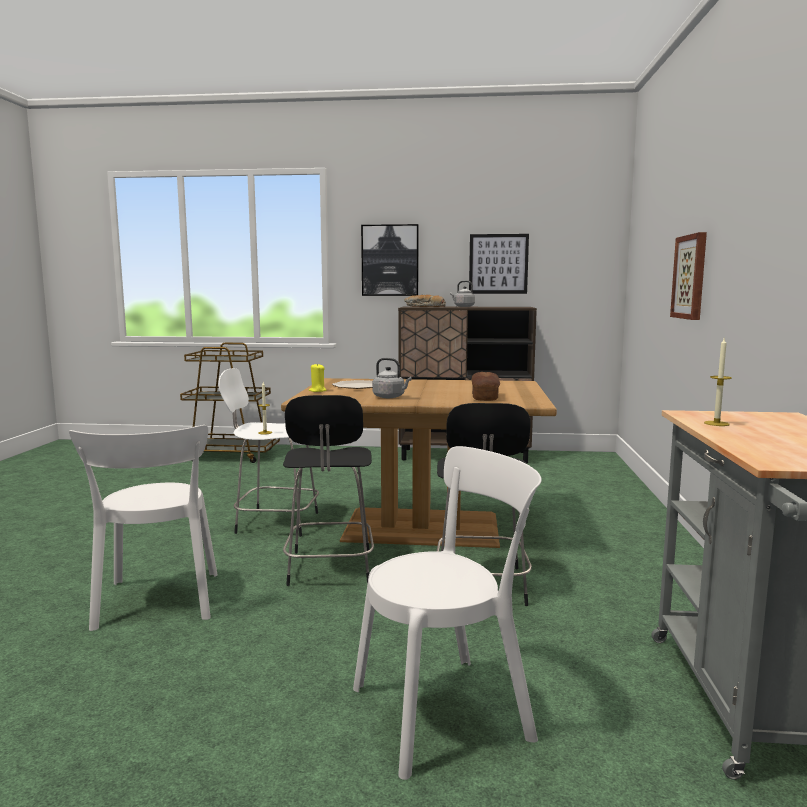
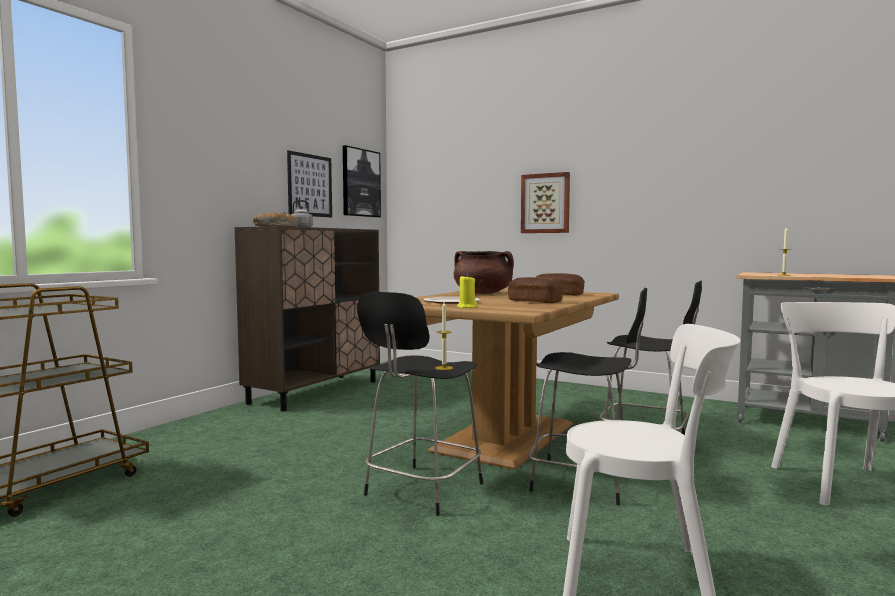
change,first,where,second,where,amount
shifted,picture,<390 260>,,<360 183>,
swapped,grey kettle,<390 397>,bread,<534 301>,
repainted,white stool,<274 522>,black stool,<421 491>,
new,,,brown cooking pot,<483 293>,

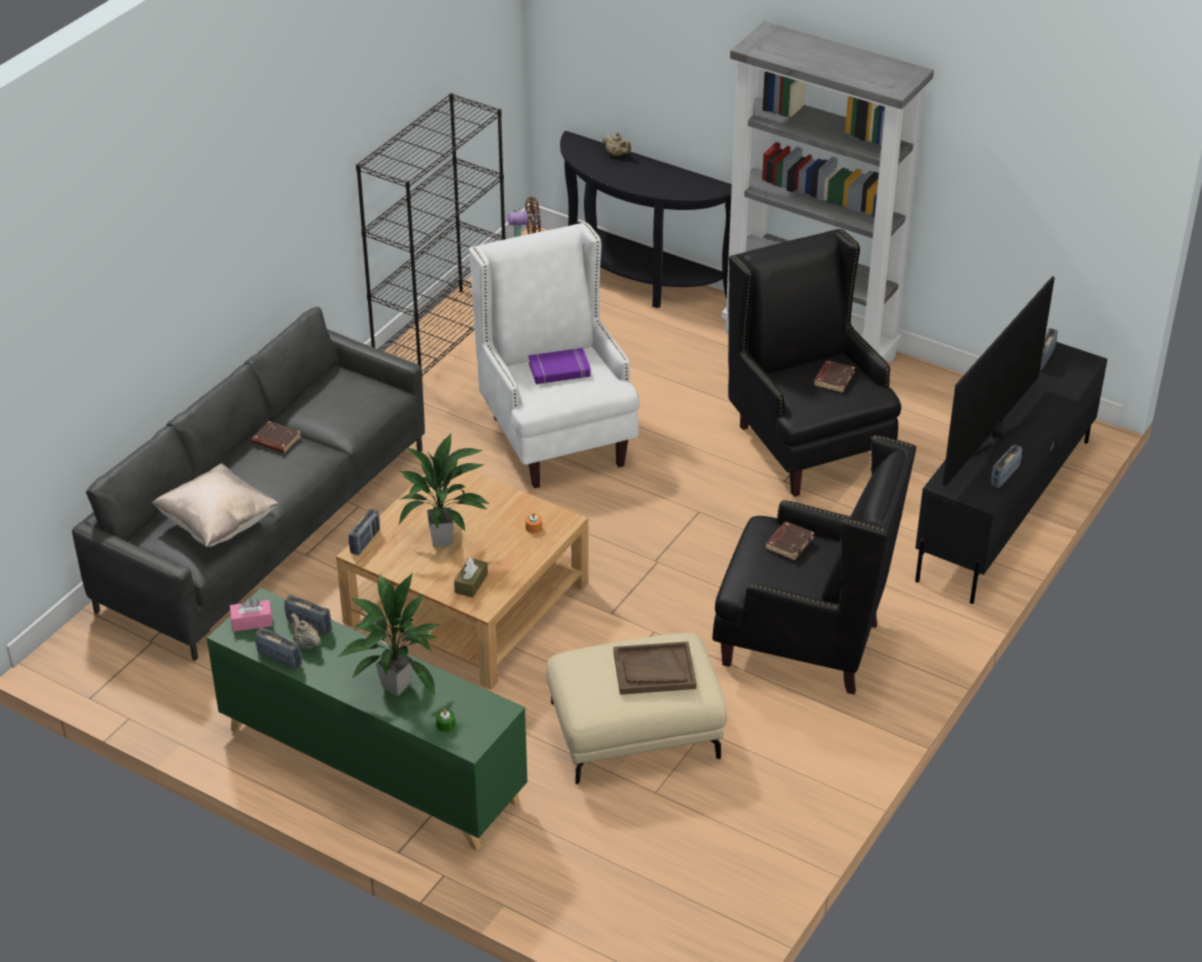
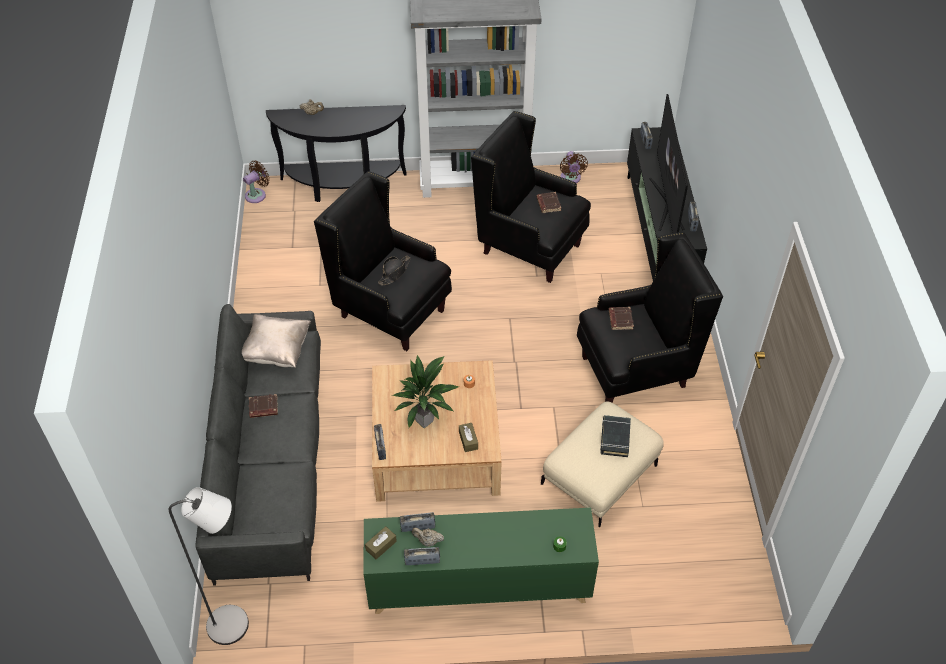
change,first,where,second,where,amount
gone,black bookcase,<441 335>,,,
repainted,white armchair,<556 440>,black armchair,<391 313>,
swapped,purple book,<559 370>,black hat,<394 272>,
shifted,beige pillow,<217 524>,,<276 351>,
gone,potted plant,<395 687>,,,
repainted,pink tissue box,<252 621>,brown tissue box,<381 546>,
swapped,brown tray,<654 670>,black book,<615 438>,
new,,,brown fan,<570 179>,
new,,,grey floor lamp,<236 624>,

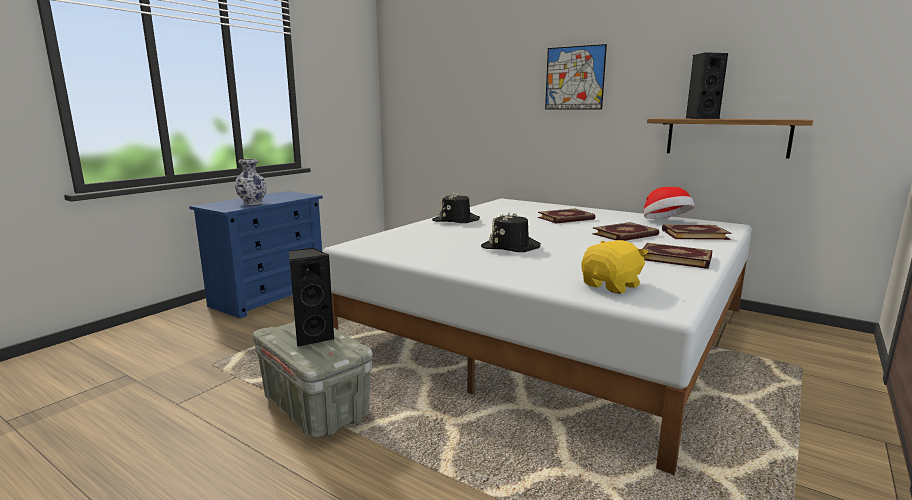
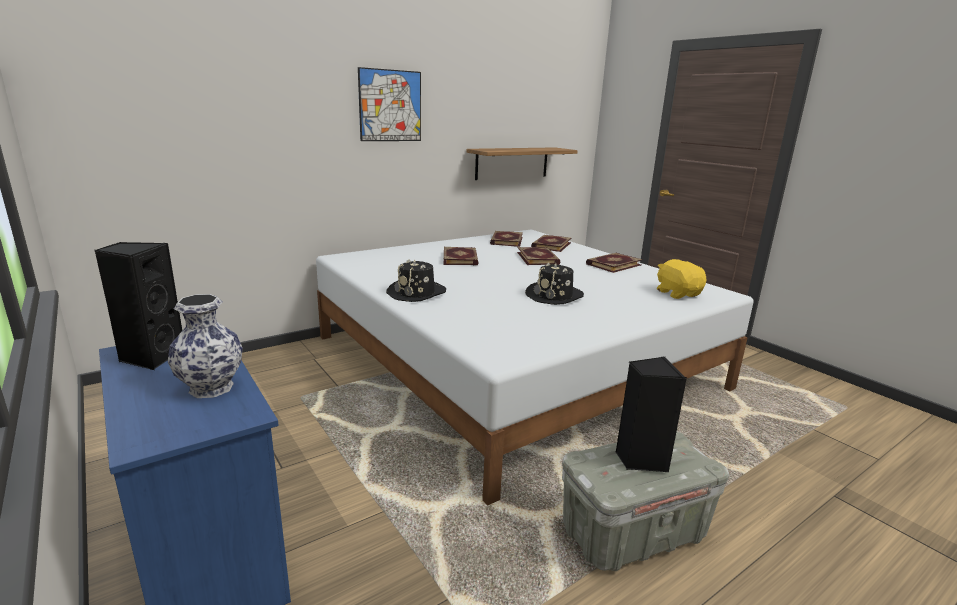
change,first,where,second,where,amount
shifted,black speaker,<701 118>,,<151 357>,
swapped,hat,<665 222>,book,<506 240>,

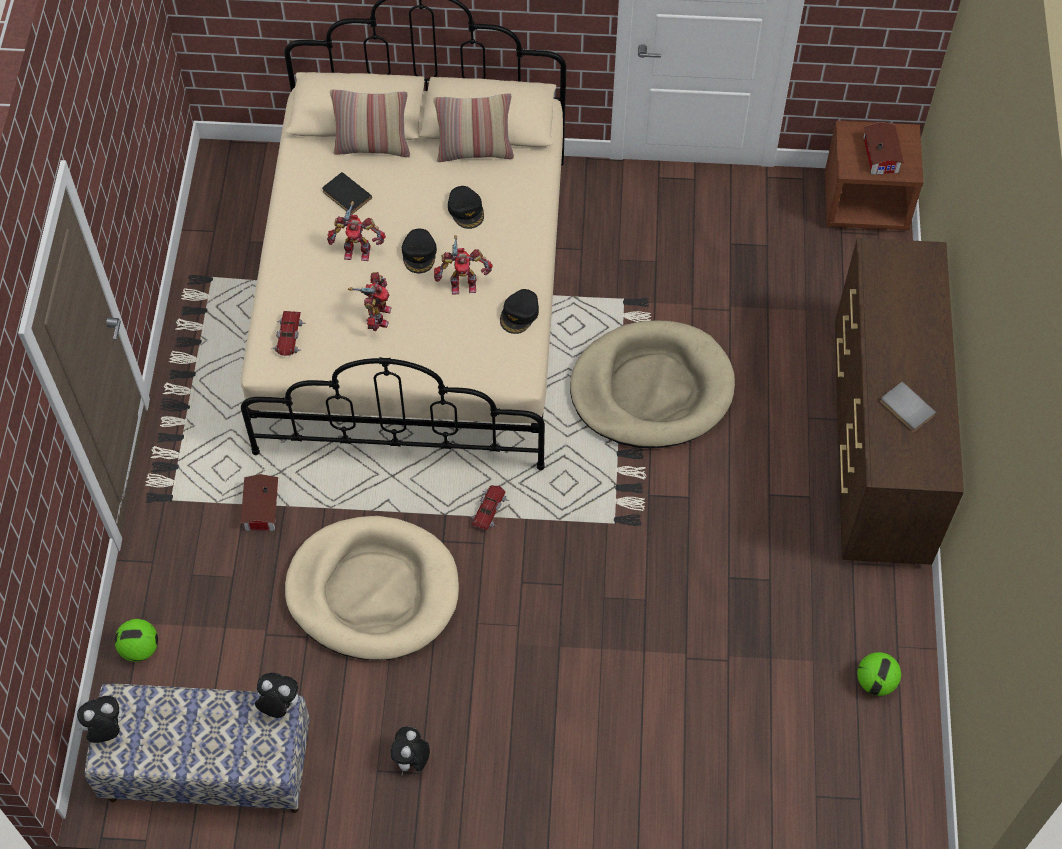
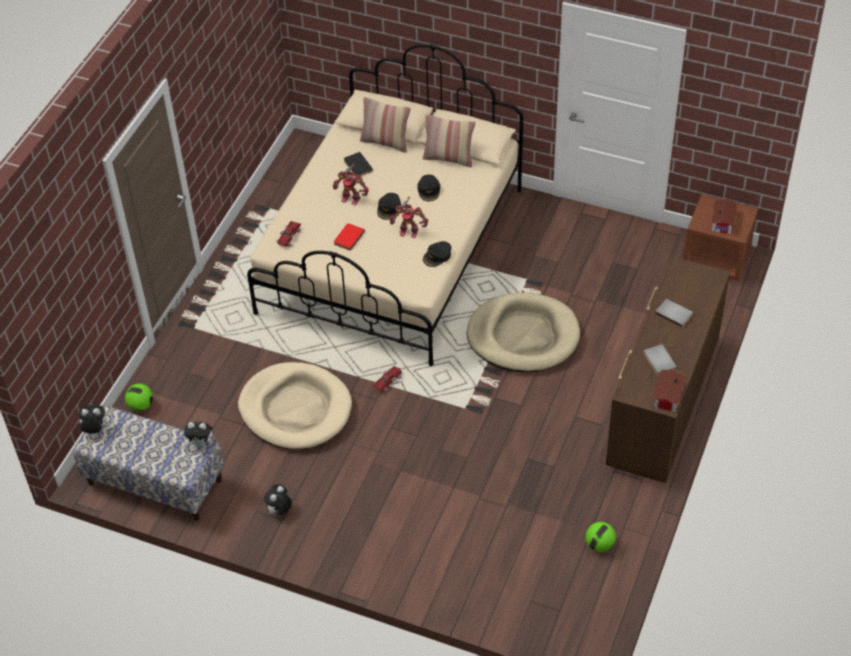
change,first,where,second,where,amount
swapped,toy robot,<377 316>,red book,<348 237>,
shifted,toy house,<260 509>,,<667 396>,
rotated,plush toy,<279 705>,,<202 443>,150 degrees clockwise
new,,,grey book,<674 313>,

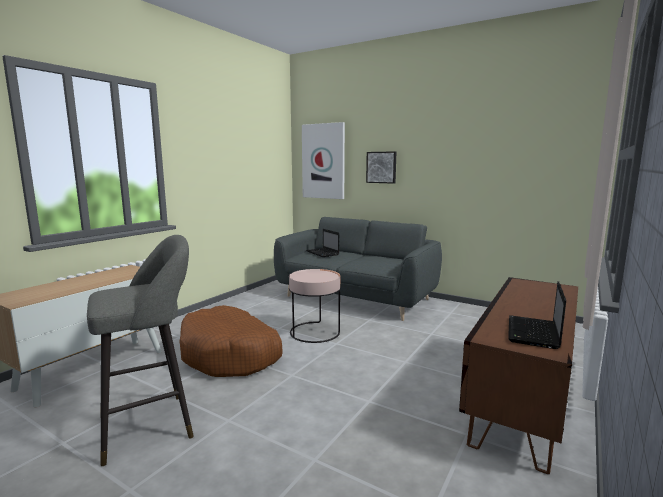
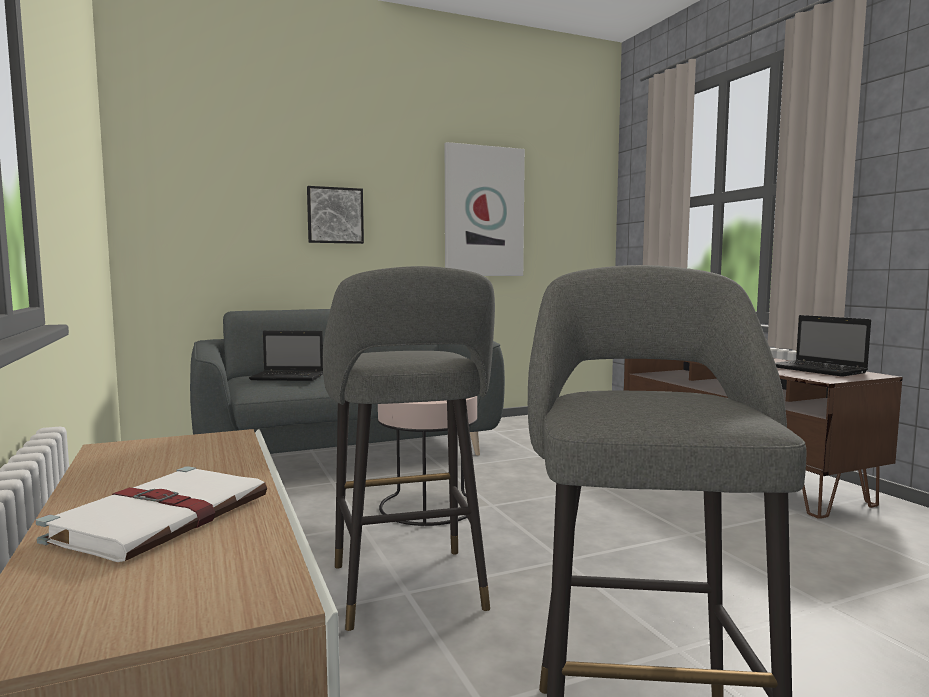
change,first,where,second,where,amount
shifted,picture,<323 161>,,<483 212>,
swapped,brown dog bed,<230 354>,grey stool,<409 592>,
new,,,white book,<164 517>,

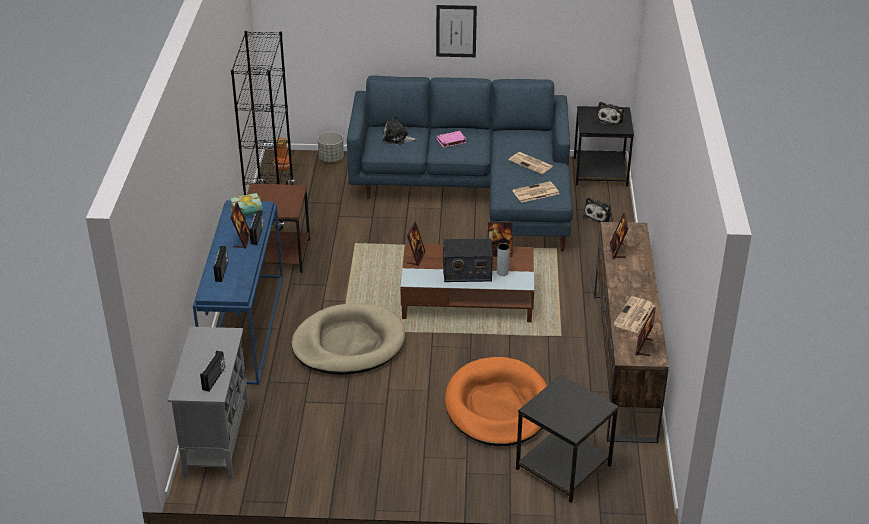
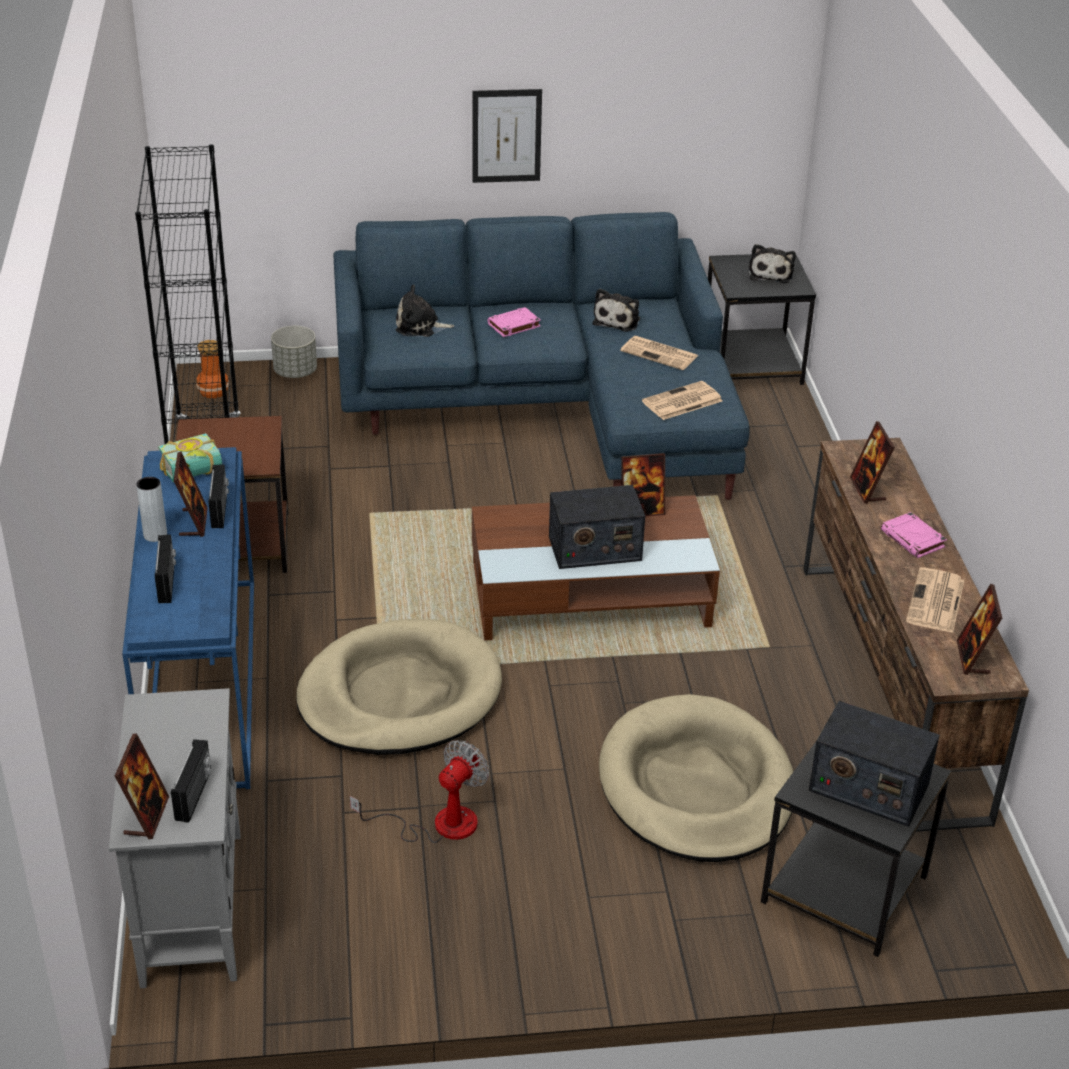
change,first,where,second,where,amount
shifted,plush toy,<598 215>,,<618 320>,
shifted,picture frame,<416 258>,,<146 816>,
shifted,grey vase,<502 272>,,<155 535>,
repainted,orange dog bed,<498 406>,beige dog bed,<696 786>,
new,,,pink book,<913 539>,
new,,,radio,<868 787>,
new,,,fan,<439 824>,

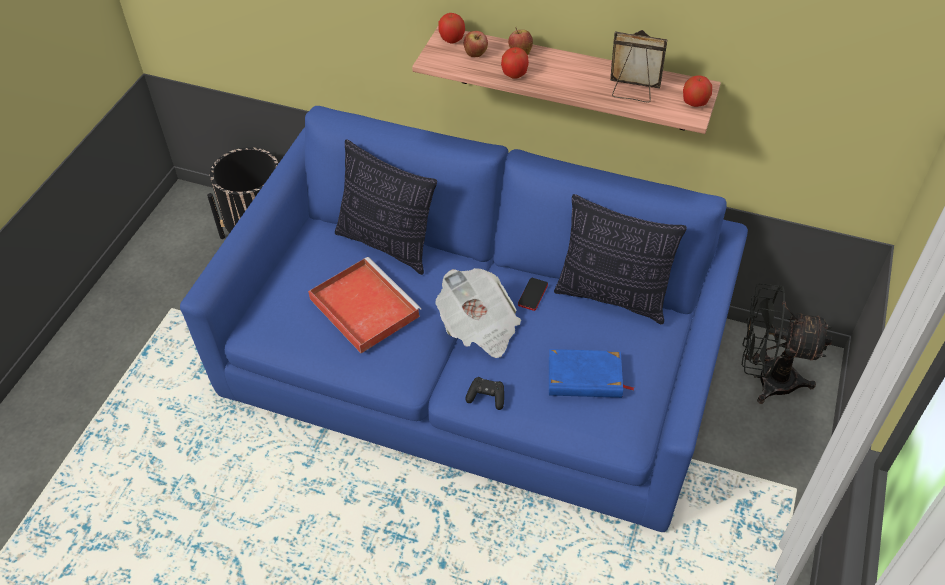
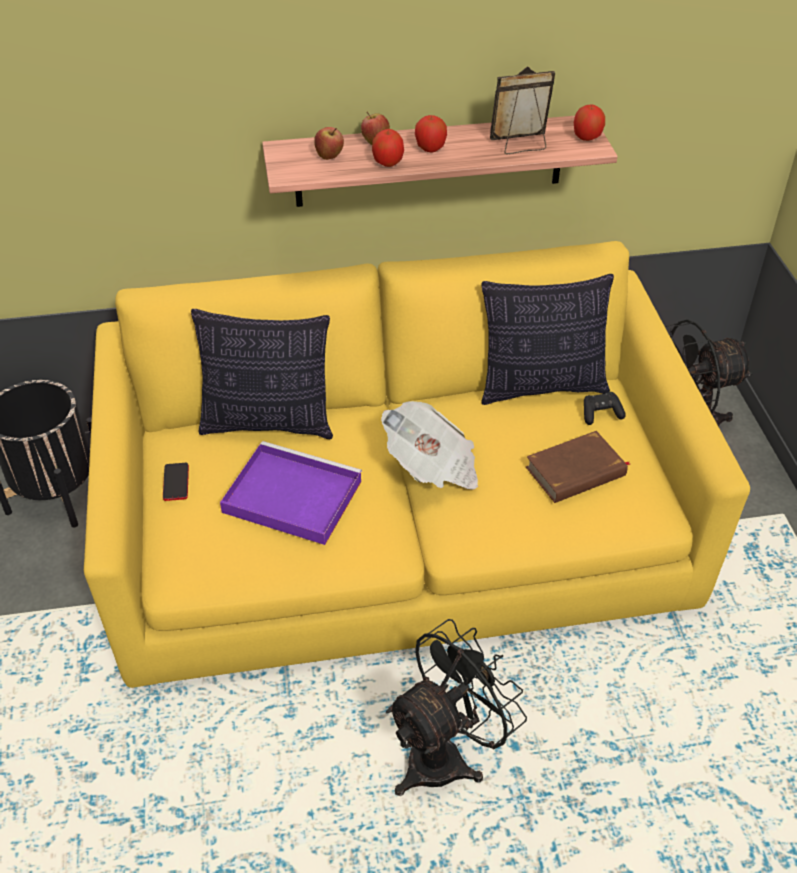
change,first,where,second,where,amount
shifted,apple,<452 39>,,<430 148>,
repainted,blue sofa,<475 361>,yellow sofa,<400 526>,
repainted,red tray,<362 306>,purple tray,<289 496>,
shifted,phone,<532 294>,,<176 482>,
repainted,blue book,<585 378>,brown book,<576 472>,
shifted,black game controller,<486 397>,,<601 414>,
new,,,black fan,<446 755>,

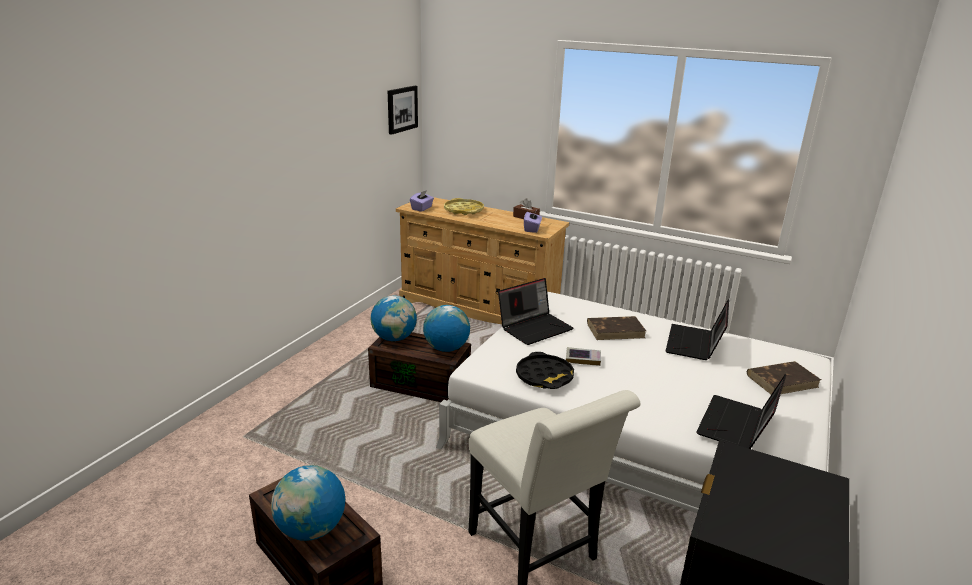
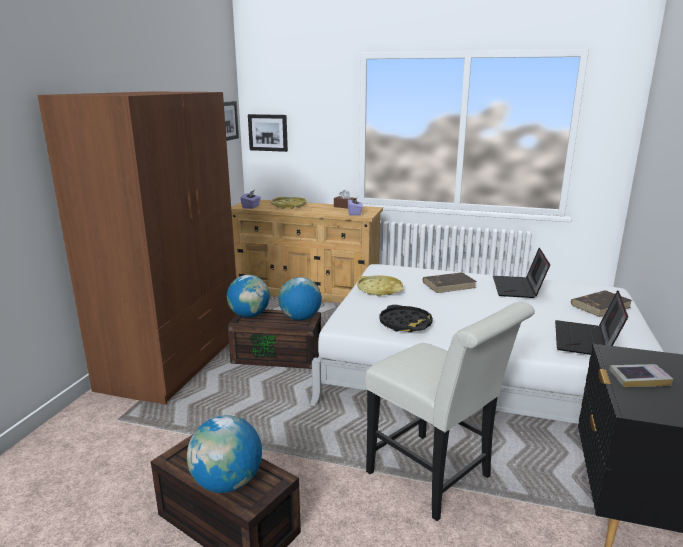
change,first,where,second,where,amount
swapped,laptop,<535 327>,yellow tray,<379 289>,
shifted,book,<583 359>,,<639 379>,
new,,,brown wardrobe,<174 361>,
new,,,picture,<268 132>,

